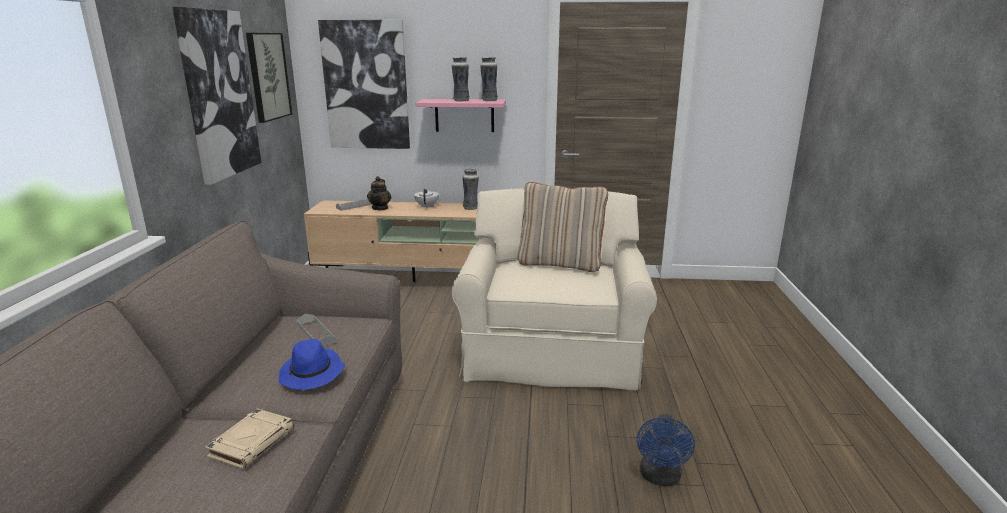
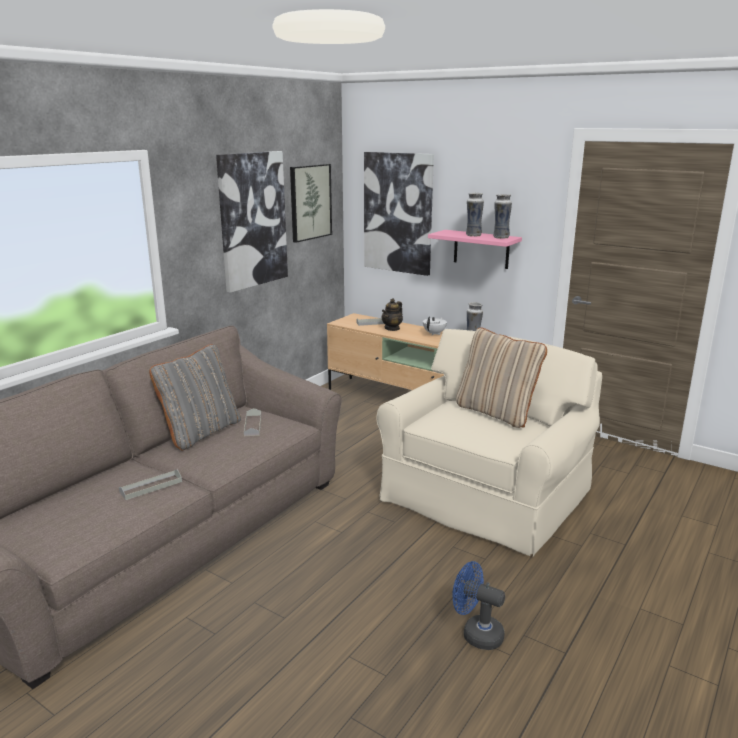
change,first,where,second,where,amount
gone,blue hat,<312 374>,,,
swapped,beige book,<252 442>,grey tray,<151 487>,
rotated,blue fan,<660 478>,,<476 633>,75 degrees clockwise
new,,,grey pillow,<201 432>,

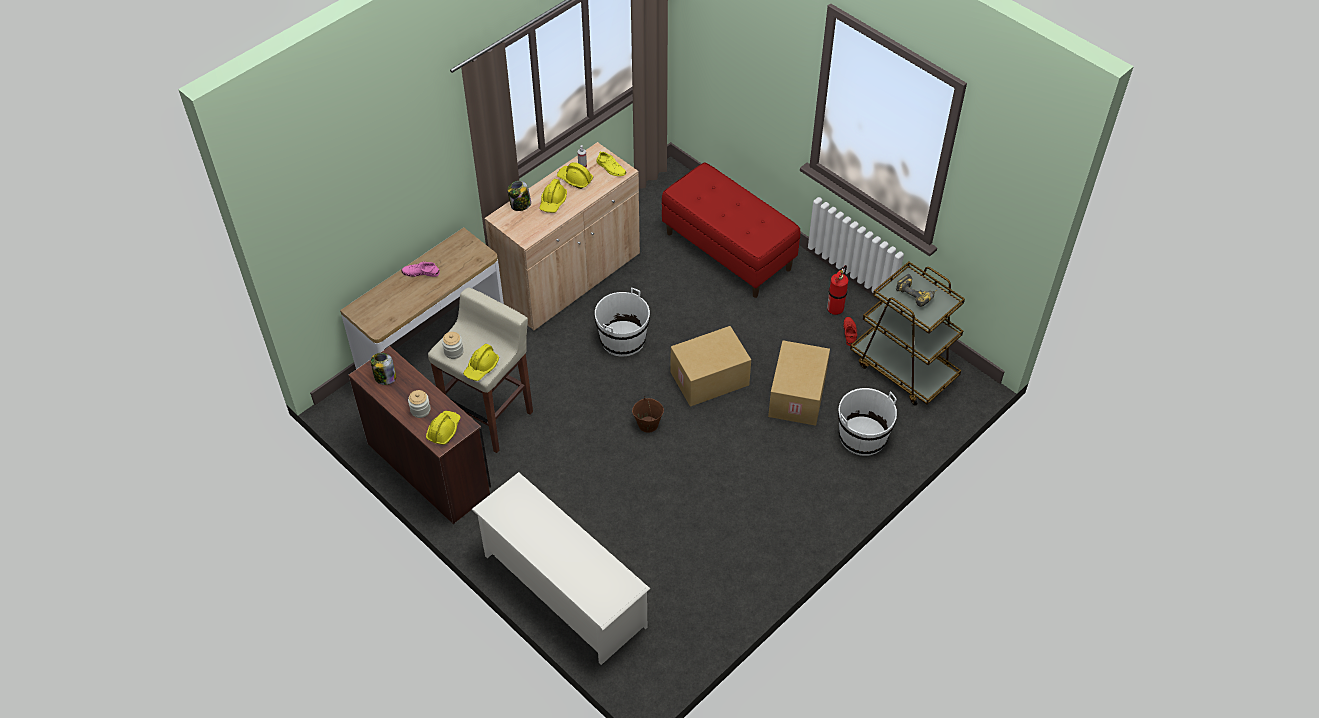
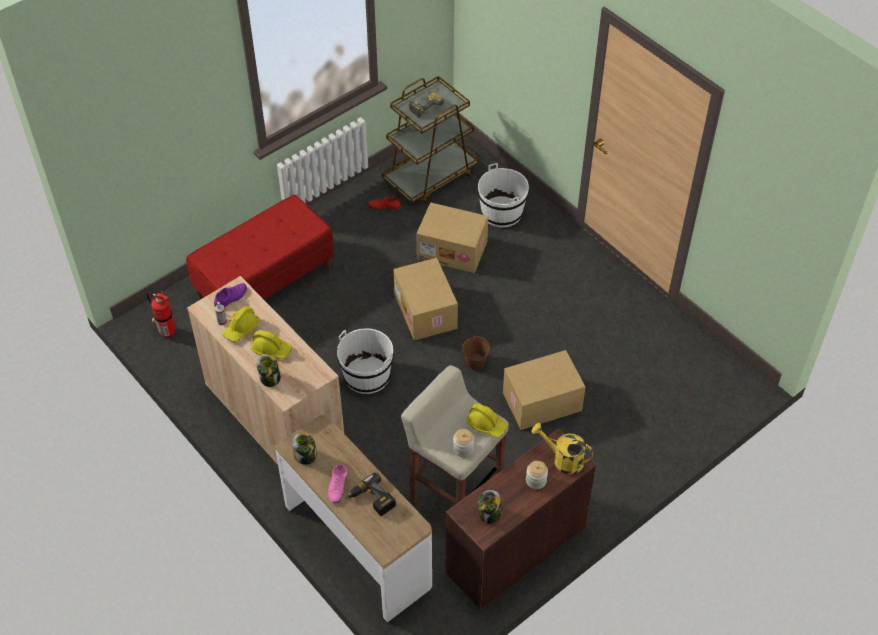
change,first,where,second,where,amount
repainted,yellow shoe,<611 168>,purple shoe,<231 297>,
shifted,fire extinguisher,<835 309>,,<166 331>,
swapped,yellow hard hat,<444 430>,yellow watering can,<562 460>,
gone,white shoe rack,<563 590>,,,
new,,,cardboard box,<542 403>,
new,,,jar,<305 455>,
new,,,power drill,<371 500>,

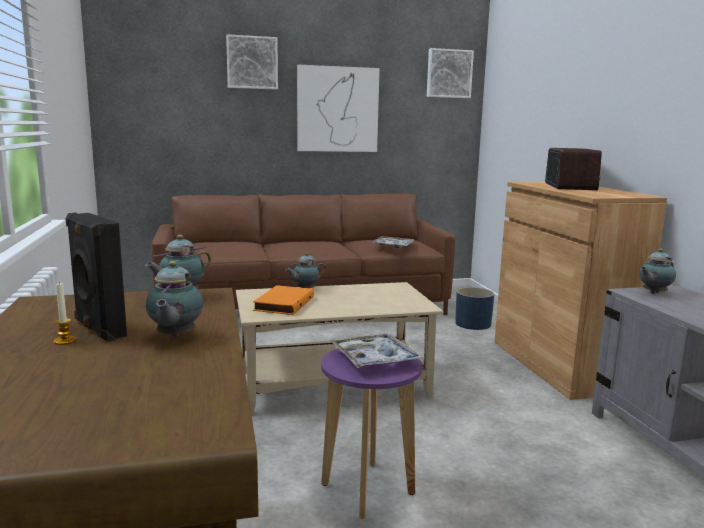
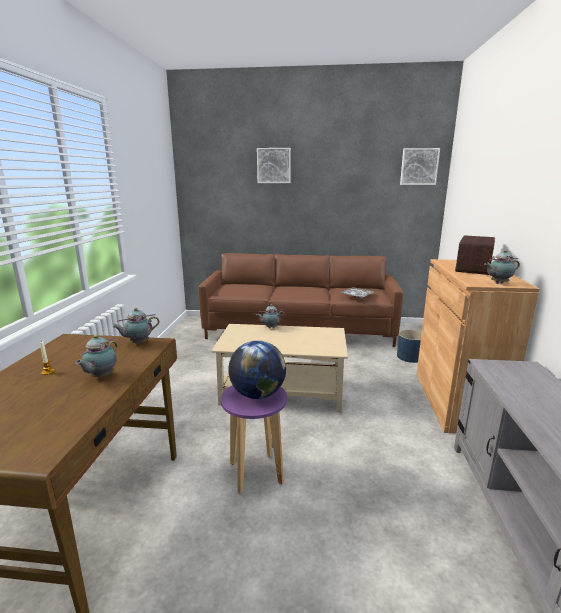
change,first,where,second,where,amount
gone,picture,<337 109>,,,
gone,black speaker,<98 329>,,,
shifted,teapot,<653 293>,,<498 283>,
gone,orange book,<283 303>,,,
swapped,tray,<374 359>,globe,<257 394>,

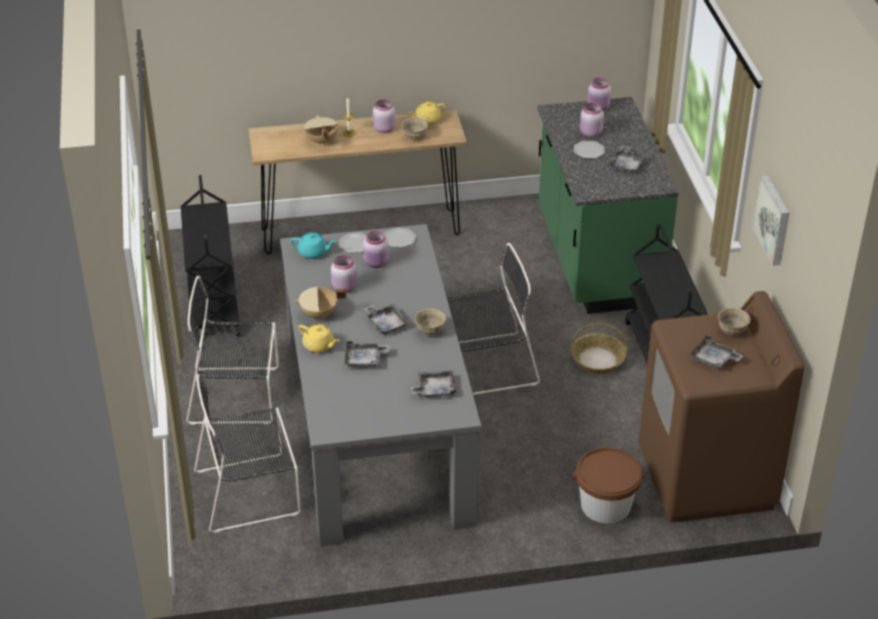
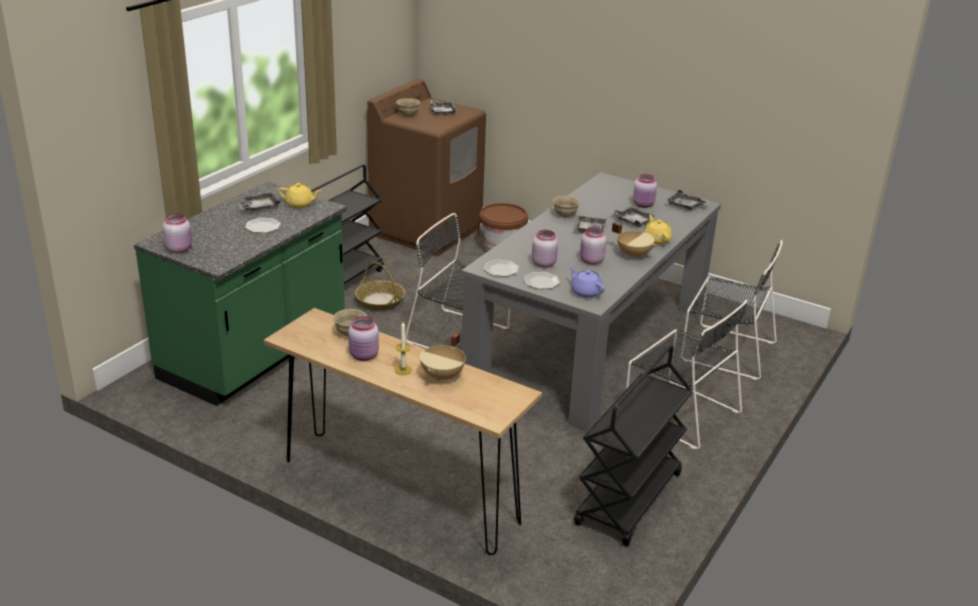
change,first,where,second,where,amount
shifted,yellow teapot,<427 120>,,<300 204>,
shifted,pink jar,<590 133>,,<643 205>,
gone,picture,<774 219>,,,
repainted,turquoise teapot,<313 253>,purple teapot,<585 292>,
shifted,grey tray,<434 389>,,<685 206>,

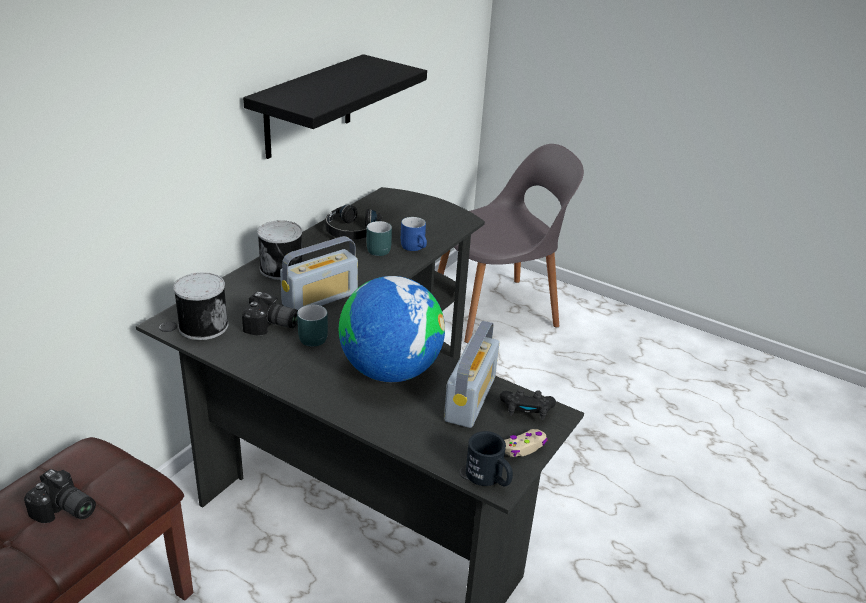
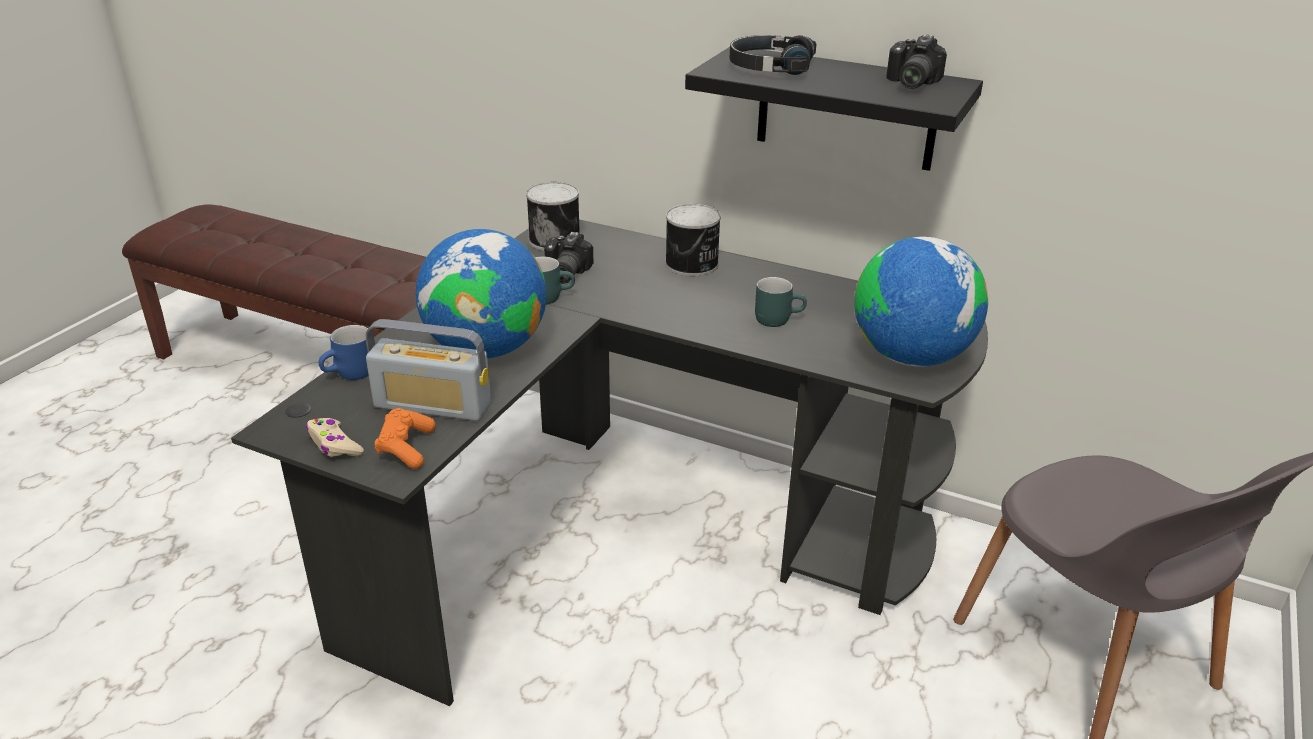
change,first,where,second,where,amount
shifted,black headphones,<351 231>,,<770 67>,
shifted,blue mug,<416 247>,,<351 375>,
gone,radio,<320 299>,,,
repainted,black game controller,<526 411>,orange game controller,<406 448>,
gone,black mug,<489 478>,,,
shifted,photo camera,<64 511>,,<909 83>,
new,,,globe,<911 357>,

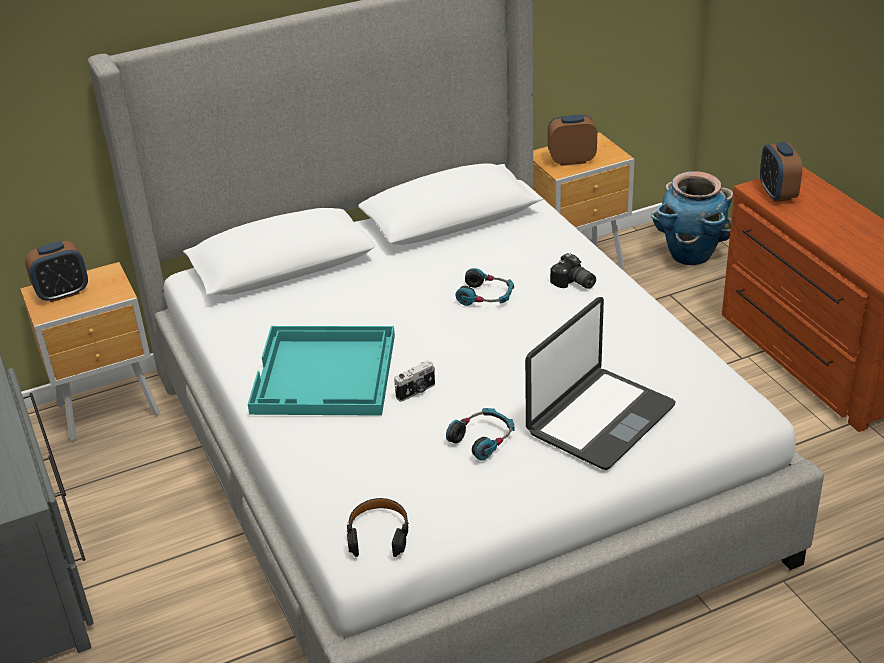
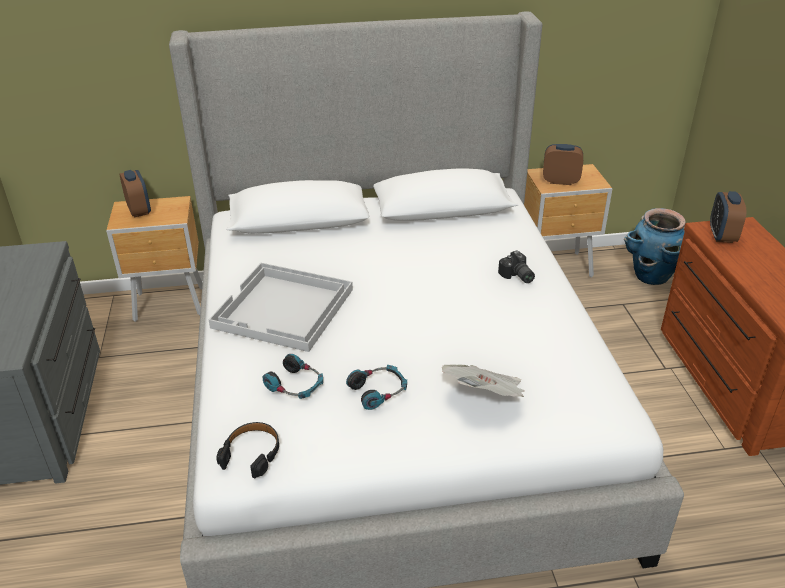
change,first,where,second,where,amount
rotated,alarm clock,<63 293>,,<139 210>,105 degrees counterclockwise
shifted,headphones,<486 296>,,<295 385>,
swapped,laptop,<599 419>,newspaper,<485 396>,
repainted,turquoise tray,<326 374>,white tray,<284 309>,
gone,photo camera,<416 392>,,,

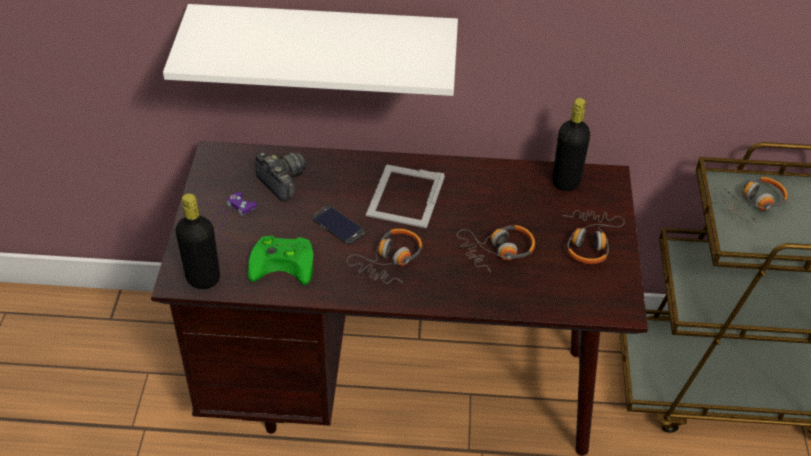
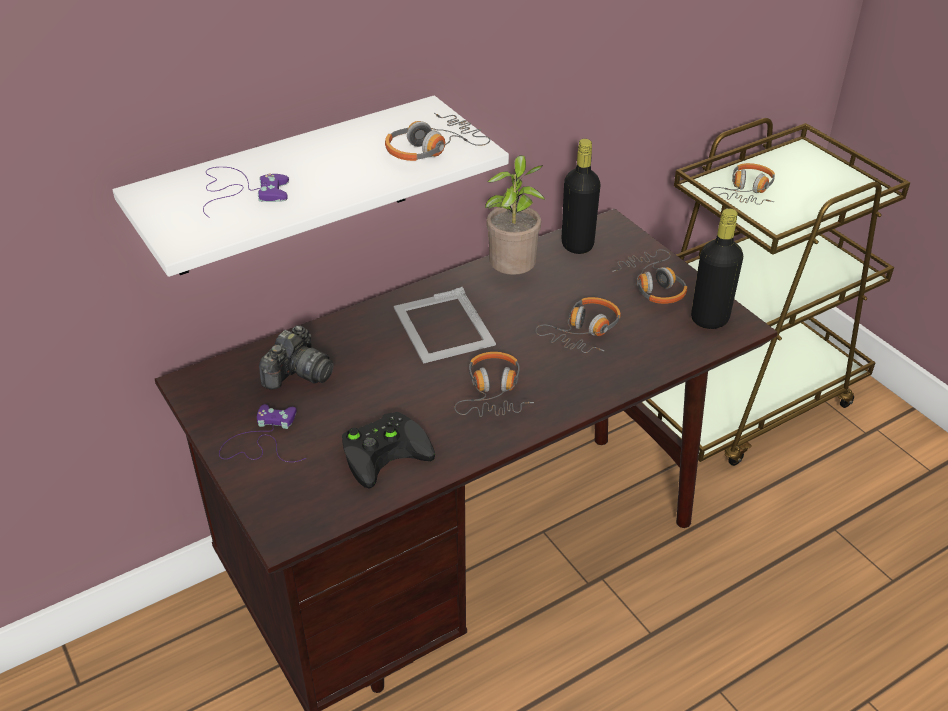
change,first,where,second,where,amount
rotated,photo camera,<282 182>,,<298 374>,105 degrees clockwise
shifted,black bottle,<203 278>,,<709 319>,
gone,phone,<338 225>,,,
repainted,green game controller,<285 262>,black game controller,<386 450>,
new,,,headphones,<433 149>,
new,,,potted plant,<513 275>,
new,,,purple game controller,<240 190>,

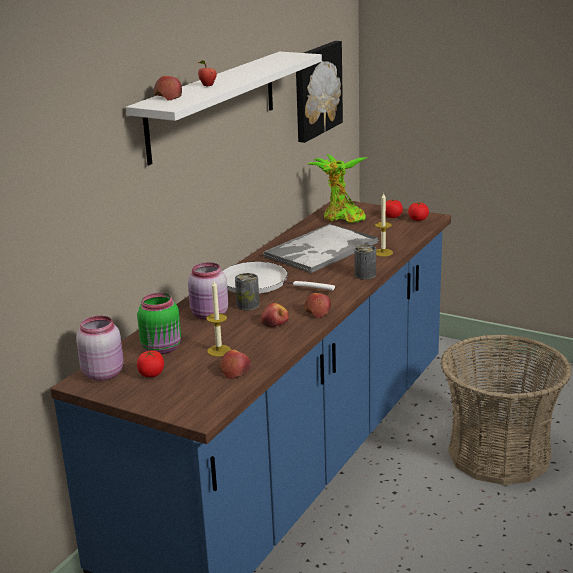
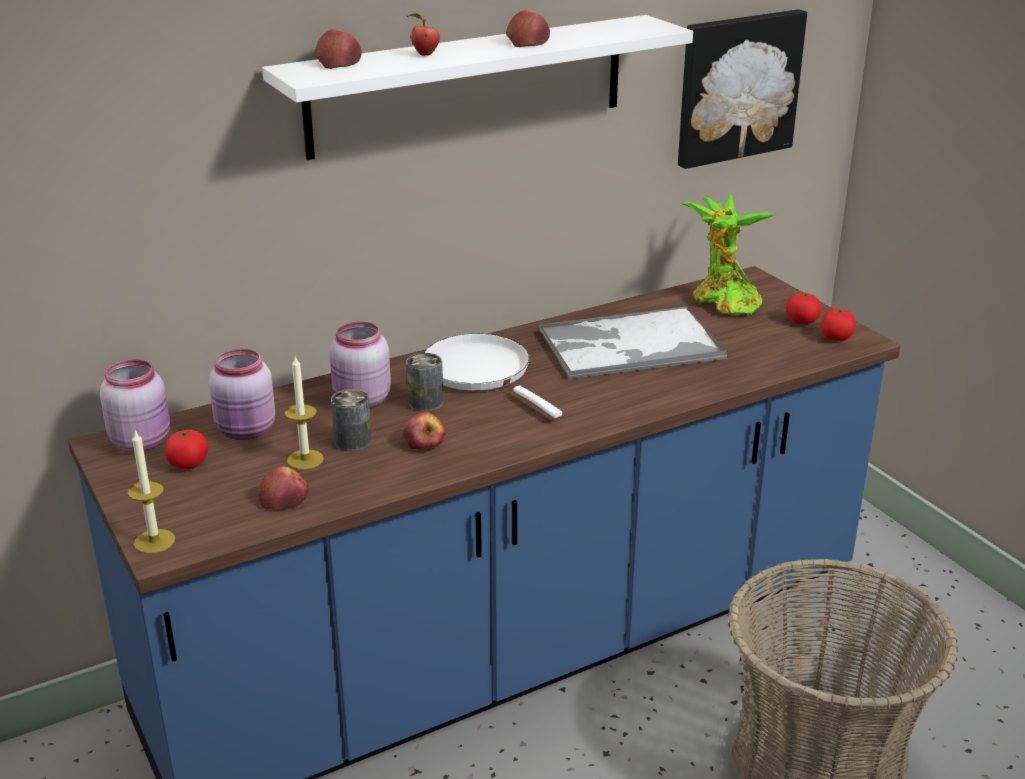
change,first,where,second,where,amount
shifted,candle,<383 252>,,<154 541>,
shifted,can,<365 275>,,<353 441>,
repainted,green jar,<162 348>,pink jar,<247 431>,
shifted,apple,<317 311>,,<527 42>,

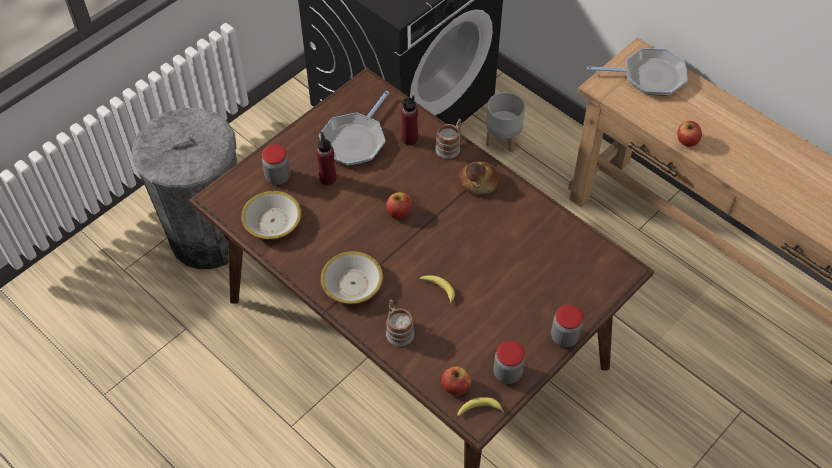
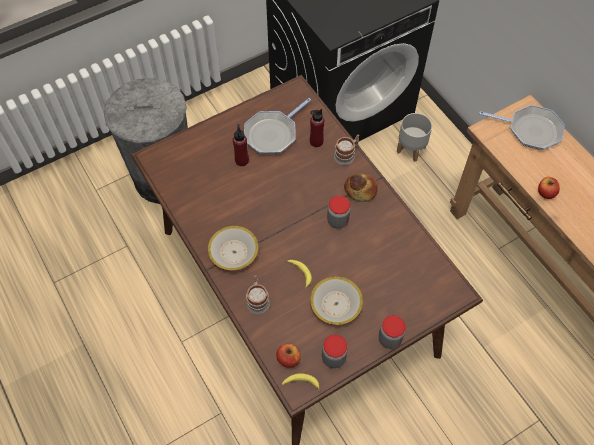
change,first,where,second,where,amount
shifted,jar,<278 177>,,<337 220>,
shifted,bowl,<272 221>,,<336 304>,
gone,apple,<399 212>,,,

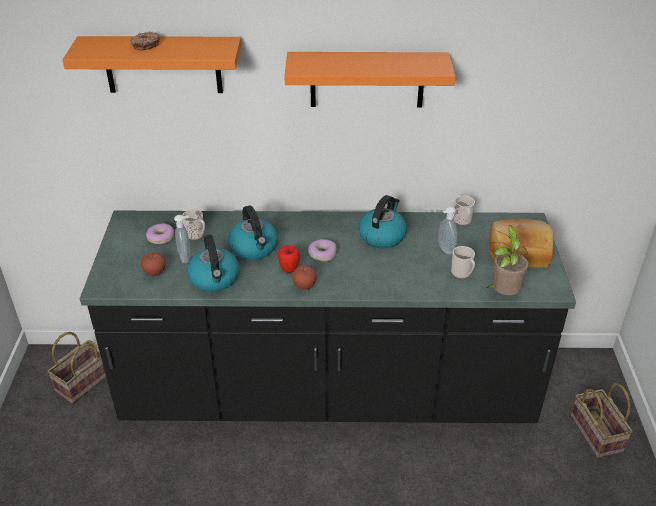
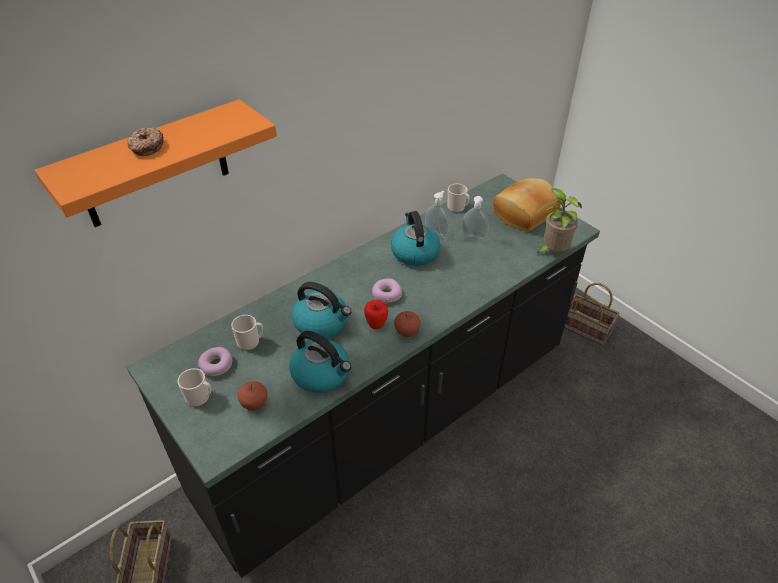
change,first,where,second,where,amount
gone,orange shelf,<367 79>,,,
shifted,soap dispenser,<186 257>,,<436 233>,
shifted,mug,<462 273>,,<200 398>,

